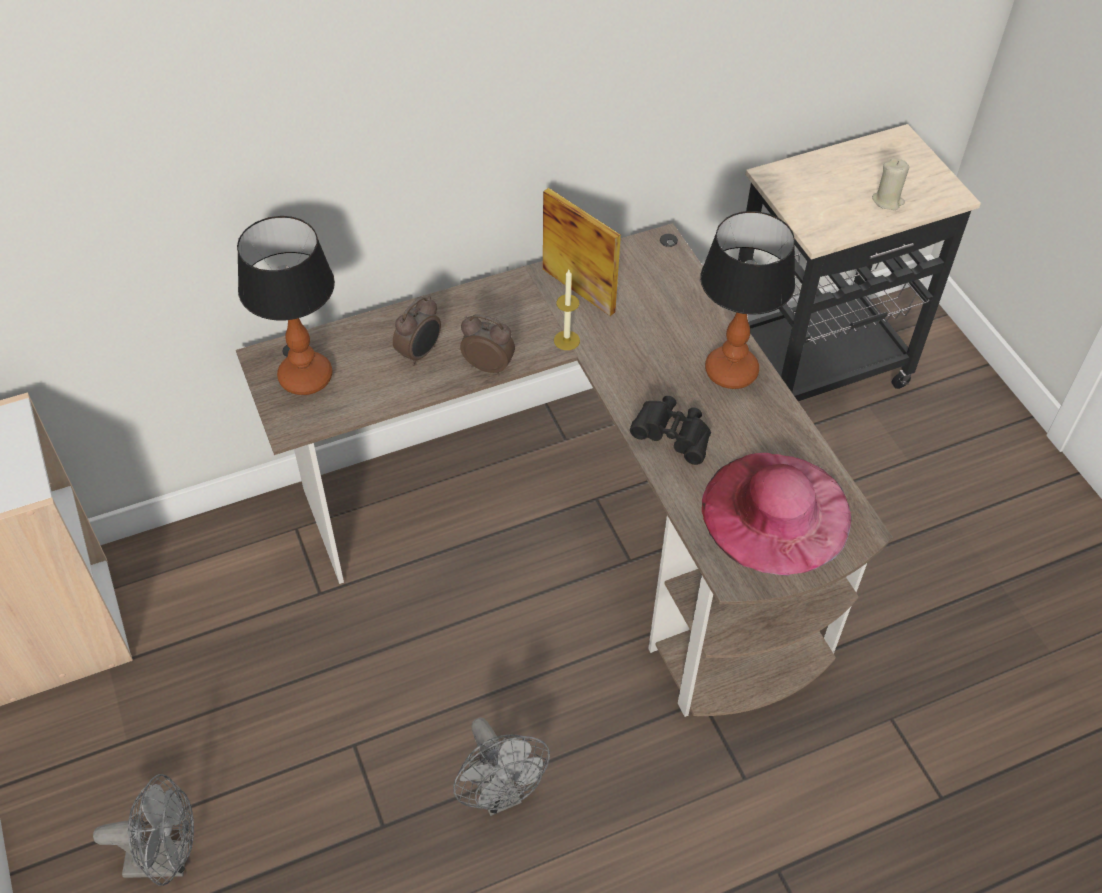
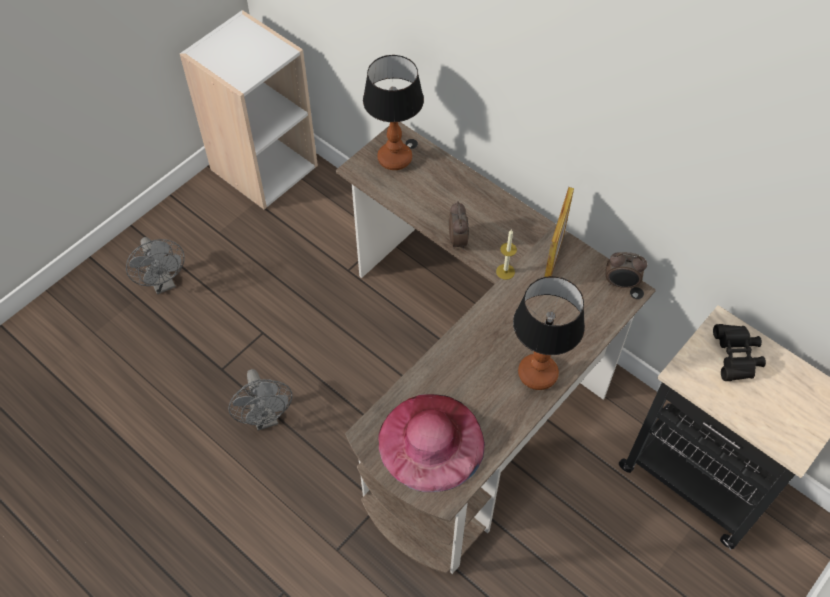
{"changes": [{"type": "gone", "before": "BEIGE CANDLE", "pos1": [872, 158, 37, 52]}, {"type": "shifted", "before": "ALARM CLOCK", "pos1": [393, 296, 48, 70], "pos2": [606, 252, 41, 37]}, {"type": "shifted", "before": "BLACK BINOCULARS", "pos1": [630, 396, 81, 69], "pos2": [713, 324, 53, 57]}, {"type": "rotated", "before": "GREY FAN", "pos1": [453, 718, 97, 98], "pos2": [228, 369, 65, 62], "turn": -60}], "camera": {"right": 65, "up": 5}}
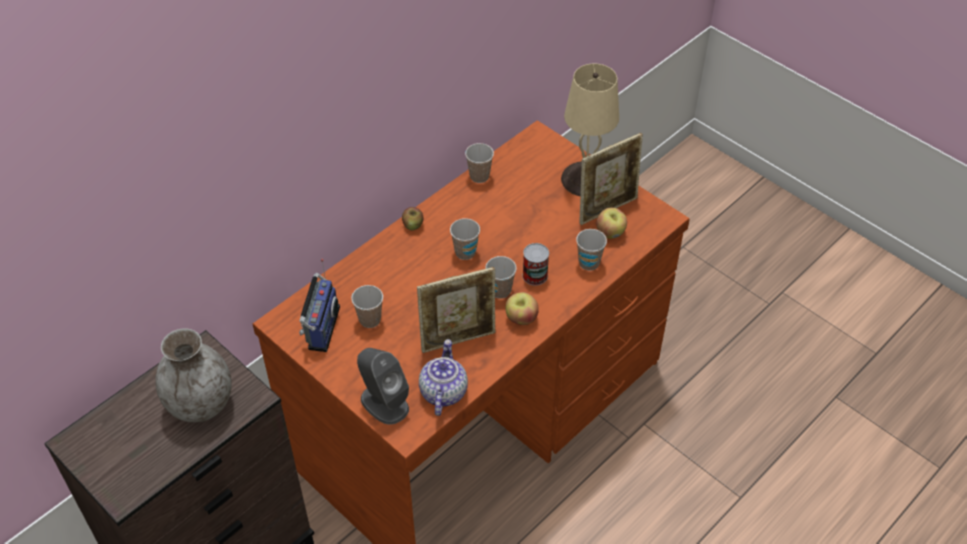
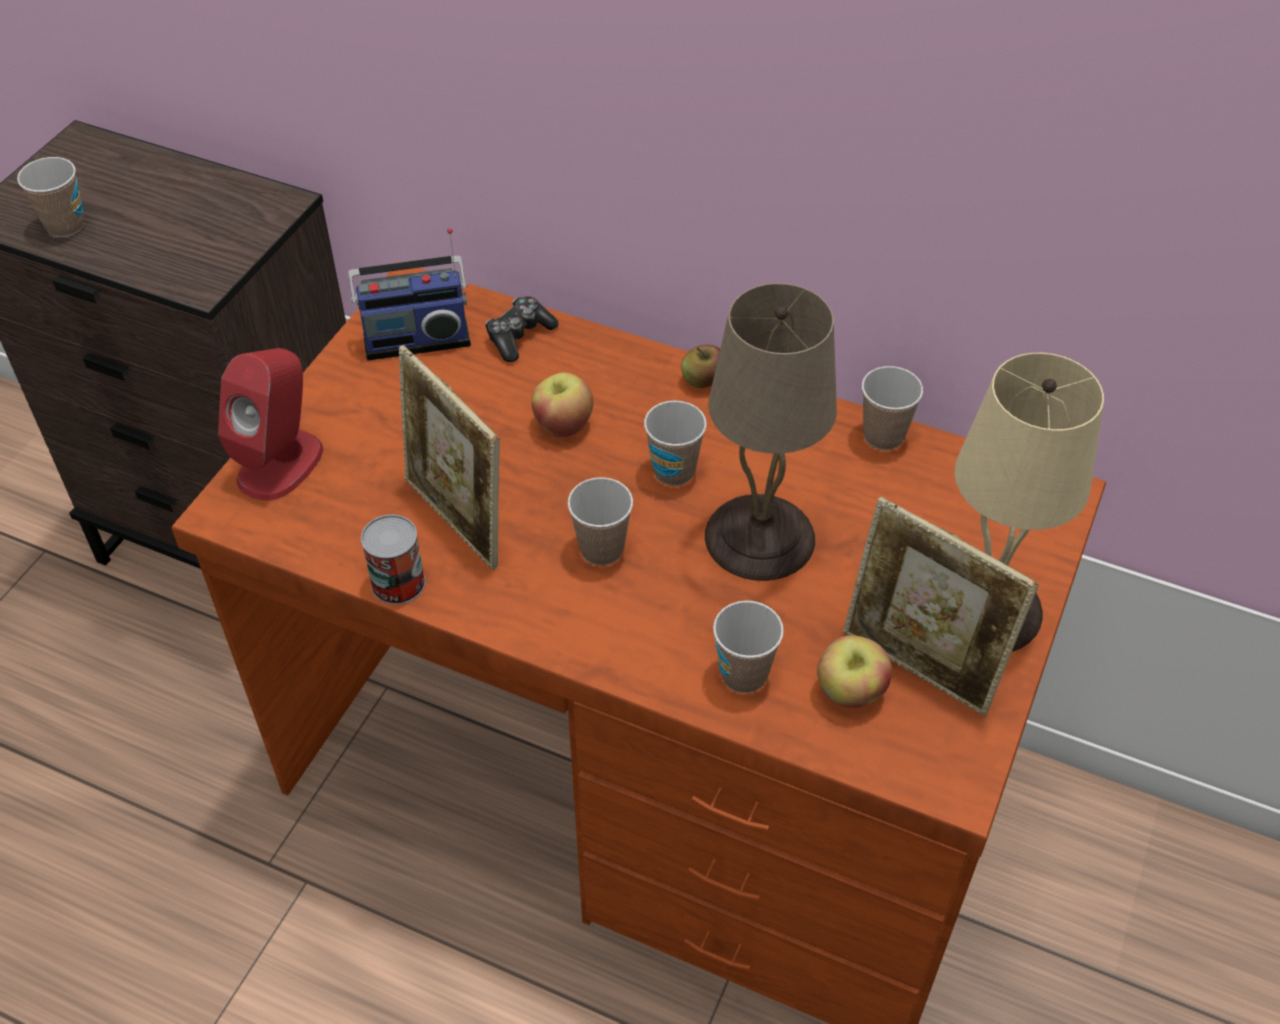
{"changes": [{"type": "gone", "before": "GREY VASE", "pos1": [155, 328, 77, 95]}, {"type": "gone", "before": "TEAPOT", "pos1": [419, 339, 49, 77]}, {"type": "new", "after": "GAME CONTROLLER", "pos2": [485, 296, 74, 66]}, {"type": "new", "after": "BEIGE TABLE LAMP", "pos2": [705, 283, 132, 298]}, {"type": "shifted", "before": "CUP", "pos1": [351, 285, 32, 43], "pos2": [17, 157, 67, 80]}, {"type": "shifted", "before": "APPLE", "pos1": [505, 292, 34, 33], "pos2": [531, 372, 62, 65]}, {"type": "shifted", "before": "CAN", "pos1": [523, 243, 26, 43], "pos2": [361, 515, 64, 90]}, {"type": "repainted", "before": "GREY SPEAKER", "after": "RED SPEAKER", "pos1": [357, 348, 52, 77], "pos2": [218, 348, 105, 153]}], "camera": {"right": 70, "up": 0}}
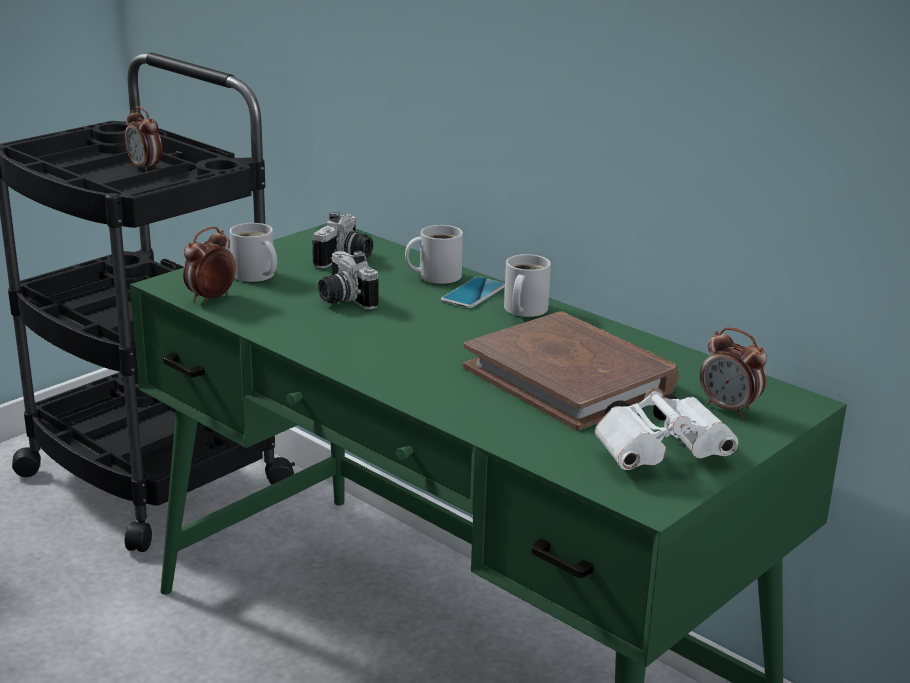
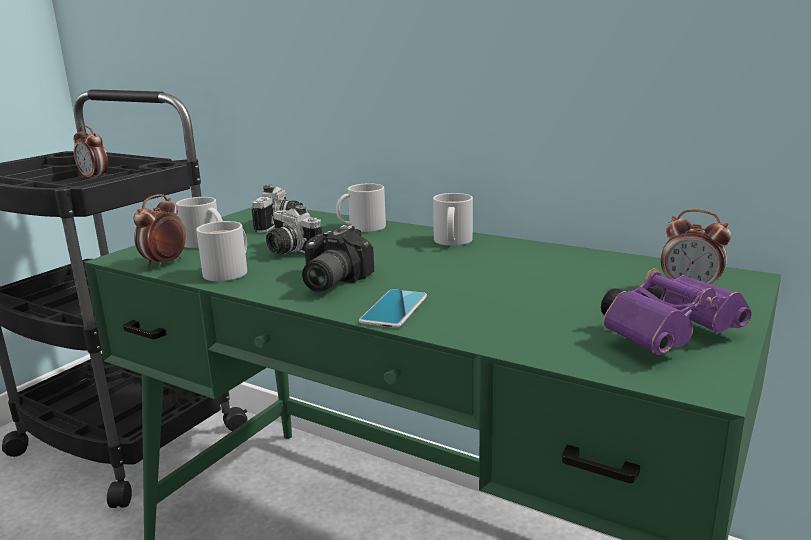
{"changes": [{"type": "gone", "before": "BROWN BOOK", "pos1": [463, 311, 216, 120]}, {"type": "new", "after": "WHITE MUG", "pos2": [196, 221, 51, 60]}, {"type": "new", "after": "PHOTO CAMERA", "pos2": [302, 225, 72, 67]}, {"type": "shifted", "before": "PHONE", "pos1": [441, 277, 64, 31], "pos2": [359, 289, 68, 39]}, {"type": "repainted", "before": "WHITE BINOCULARS", "after": "PURPLE BINOCULARS", "pos1": [595, 387, 143, 83], "pos2": [601, 268, 151, 87]}], "camera": {"right": -10, "up": -5}}
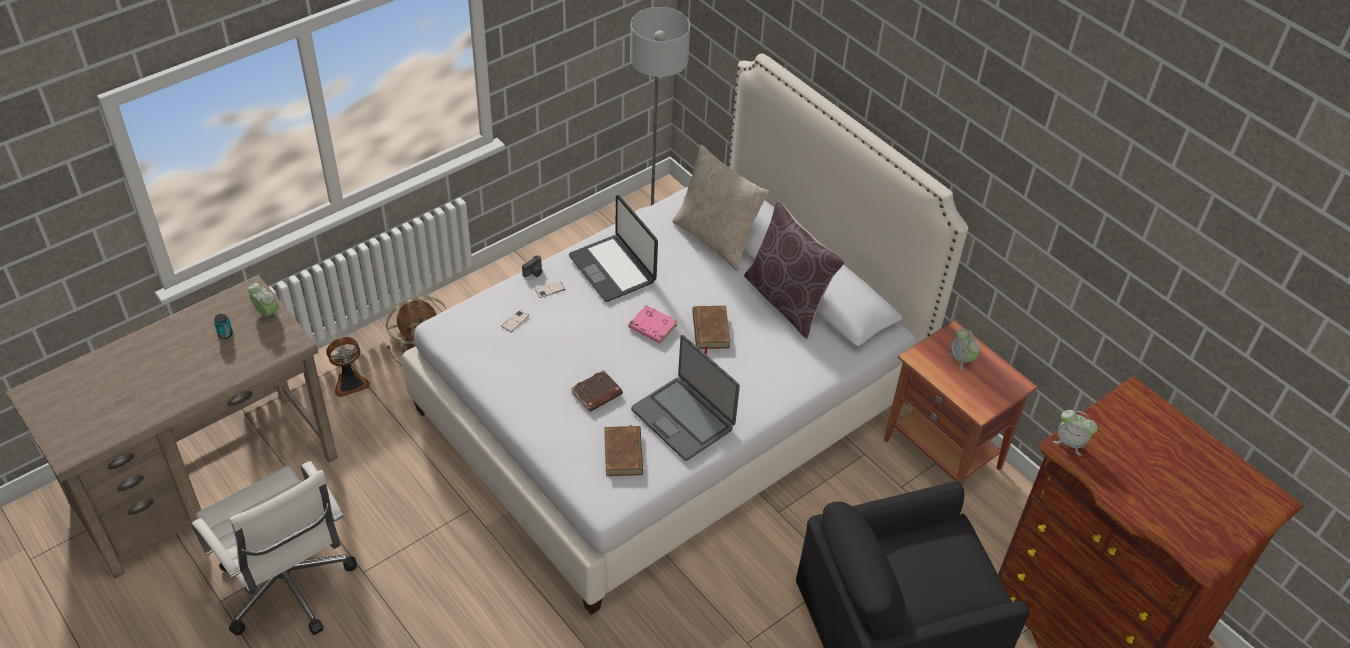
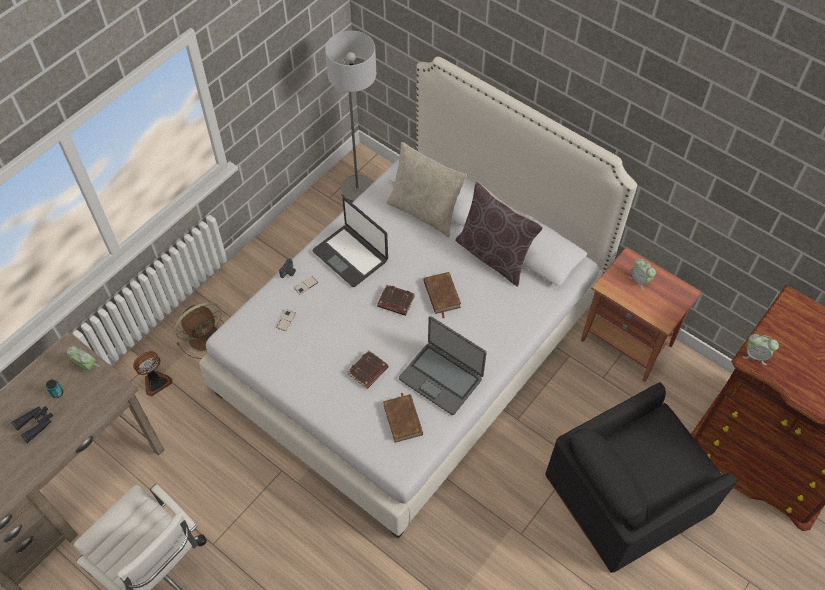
{"changes": [{"type": "new", "after": "BLACK BINOCULARS", "pos2": [11, 406, 42, 37]}, {"type": "repainted", "before": "PINK BOOK", "after": "BROWN BOOK", "pos1": [628, 305, 50, 38], "pos2": [377, 284, 38, 32]}], "camera": {"right": -10, "up": 10}}
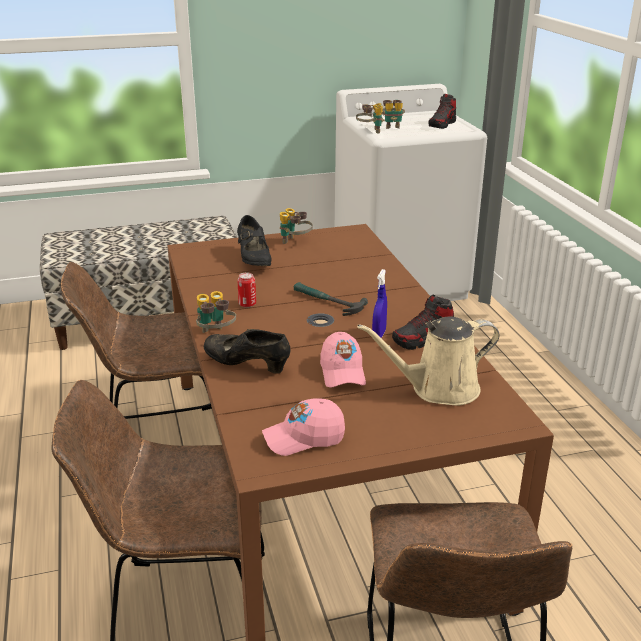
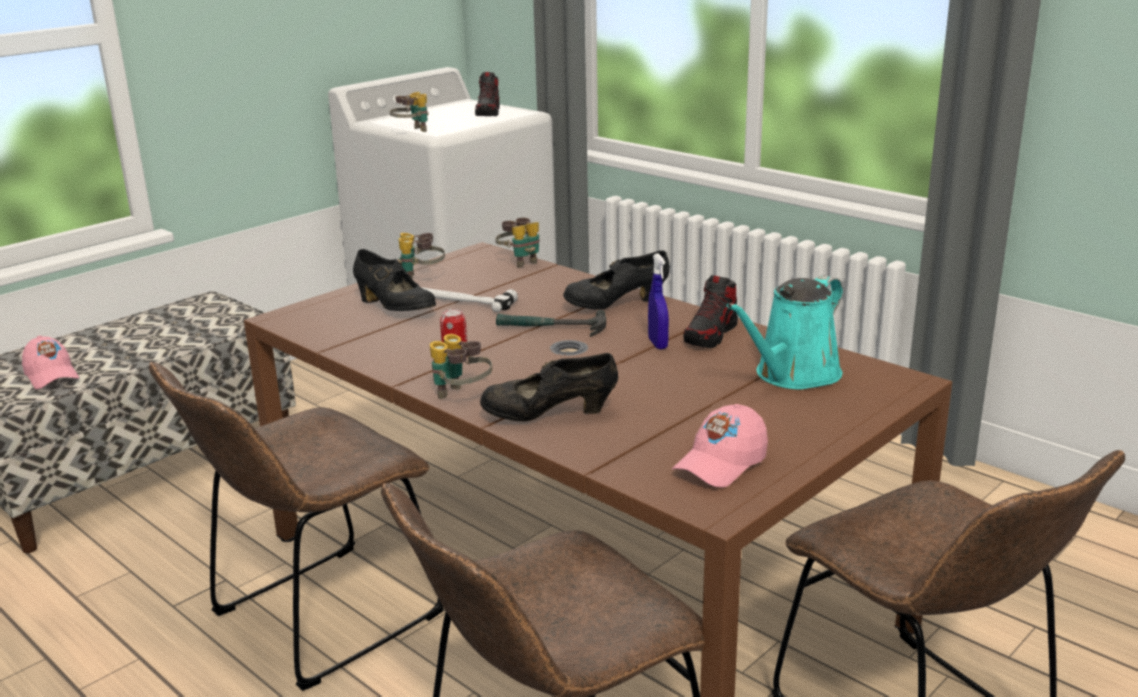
{"changes": [{"type": "new", "after": "HAMMER", "pos2": [421, 287, 97, 25]}, {"type": "new", "after": "BLACK SHOE", "pos2": [563, 250, 107, 60]}, {"type": "shifted", "before": "PINK CAP", "pos1": [320, 332, 46, 56], "pos2": [22, 336, 57, 53]}, {"type": "shifted", "before": "BINOCULARS", "pos1": [381, 100, 24, 29], "pos2": [495, 218, 44, 50]}, {"type": "repainted", "before": "BEIGE WATERING CAN", "after": "TURQUOISE WATERING CAN", "pos1": [357, 317, 143, 89], "pos2": [727, 276, 116, 114]}], "camera": {"right": -30, "up": -5}}
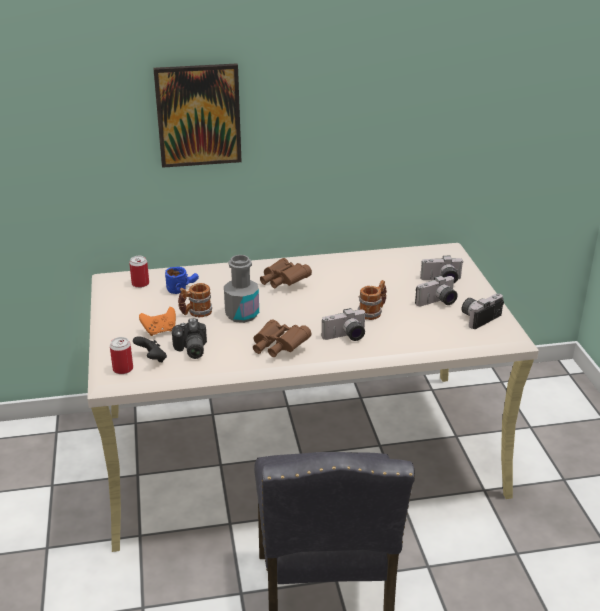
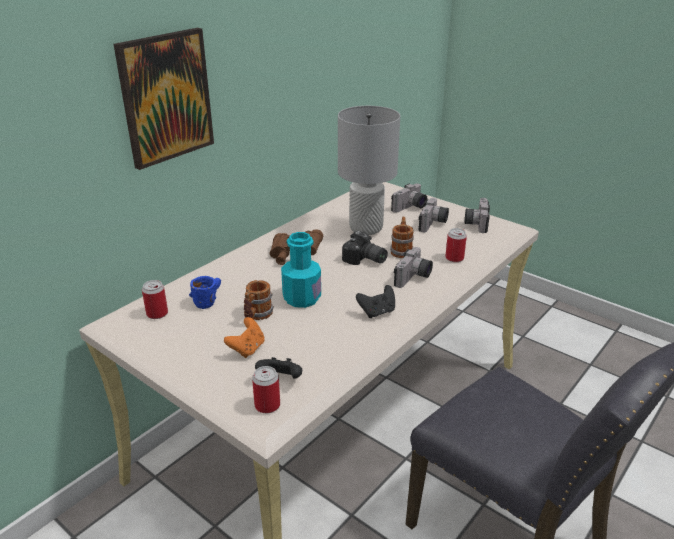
{"changes": [{"type": "new", "after": "GREY TABLE LAMP", "pos2": [338, 106, 62, 129]}, {"type": "new", "after": "CAN", "pos2": [445, 228, 22, 34]}, {"type": "shifted", "before": "PHOTO CAMERA", "pos1": [172, 318, 35, 41], "pos2": [342, 231, 46, 34]}, {"type": "swapped", "before": "BROWN BINOCULARS", "after": "BLACK GAME CONTROLLER", "pos1": [253, 320, 58, 37], "pos2": [356, 285, 39, 33]}, {"type": "repainted", "before": "GREY BOTTLE", "after": "TURQUOISE BOTTLE", "pos1": [224, 255, 35, 68], "pos2": [281, 232, 40, 76]}], "camera": {"right": -40, "up": 0}}
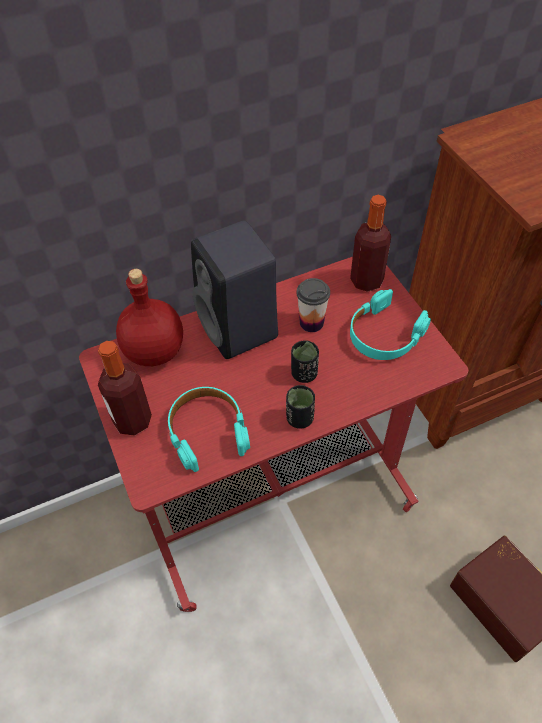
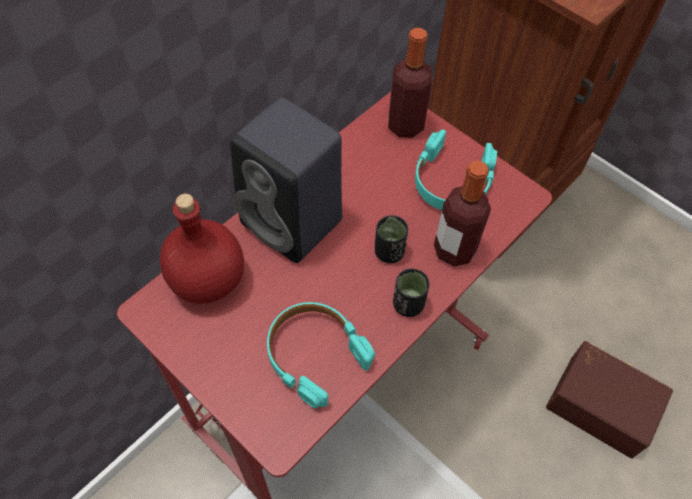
{"changes": [{"type": "gone", "before": "CUP", "pos1": [297, 278, 33, 54]}, {"type": "shifted", "before": "BOTTLE", "pos1": [98, 341, 54, 95], "pos2": [434, 160, 57, 107]}], "camera": {"right": -25, "up": 5}}
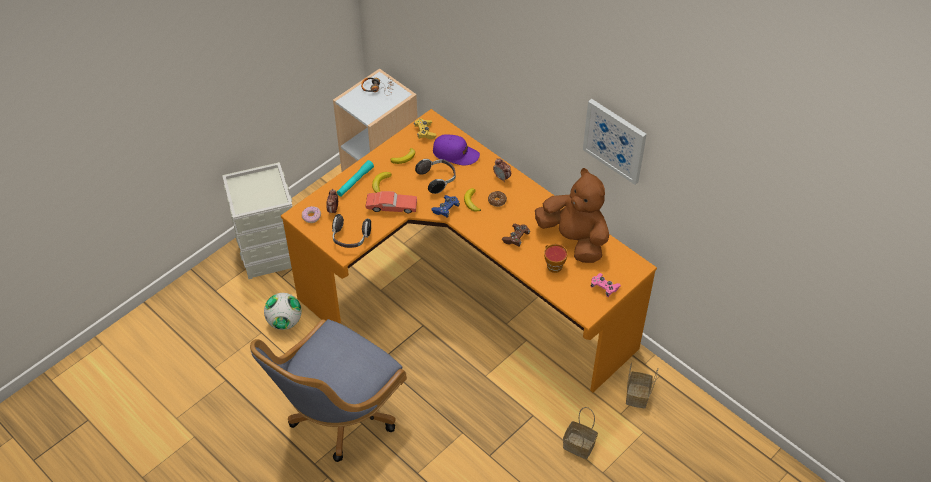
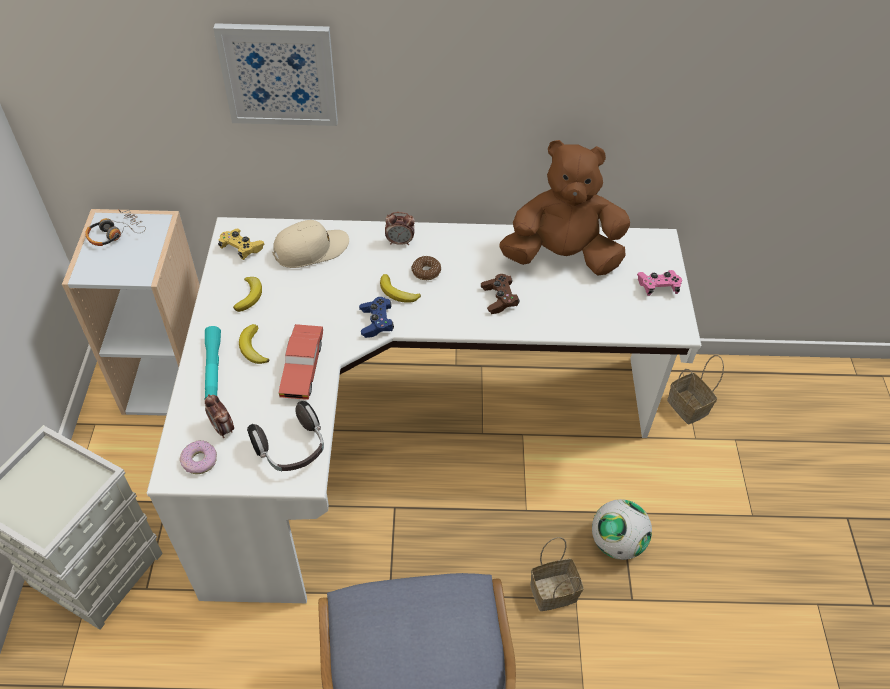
{"changes": [{"type": "gone", "before": "HEADPHONES", "pos1": [415, 159, 41, 35]}, {"type": "gone", "before": "CUP", "pos1": [544, 244, 24, 29]}, {"type": "shifted", "before": "FOOTBALL", "pos1": [264, 293, 38, 37], "pos2": [592, 499, 60, 61]}, {"type": "shifted", "before": "BASKET", "pos1": [563, 407, 35, 52], "pos2": [530, 537, 54, 74]}, {"type": "shifted", "before": "PICTURE", "pos1": [583, 99, 64, 86], "pos2": [213, 23, 125, 103]}, {"type": "repainted", "before": "ORANGE DESK", "after": "WHITE DESK", "pos1": [281, 109, 376, 283], "pos2": [147, 217, 554, 386]}, {"type": "repainted", "before": "PURPLE CAP", "after": "BEIGE CAP", "pos1": [433, 134, 47, 31], "pos2": [272, 220, 77, 48]}, {"type": "rotated", "before": "RED TOY CAR", "pos1": [365, 191, 52, 22], "pos2": [279, 324, 44, 76], "turn": 135}], "camera": {"right": -45, "up": 0}}
